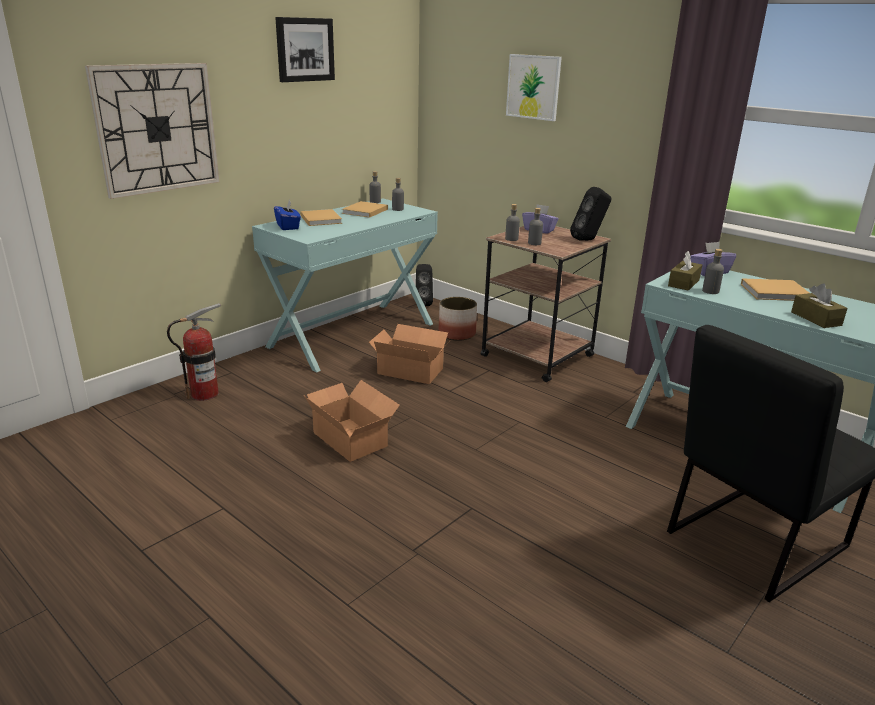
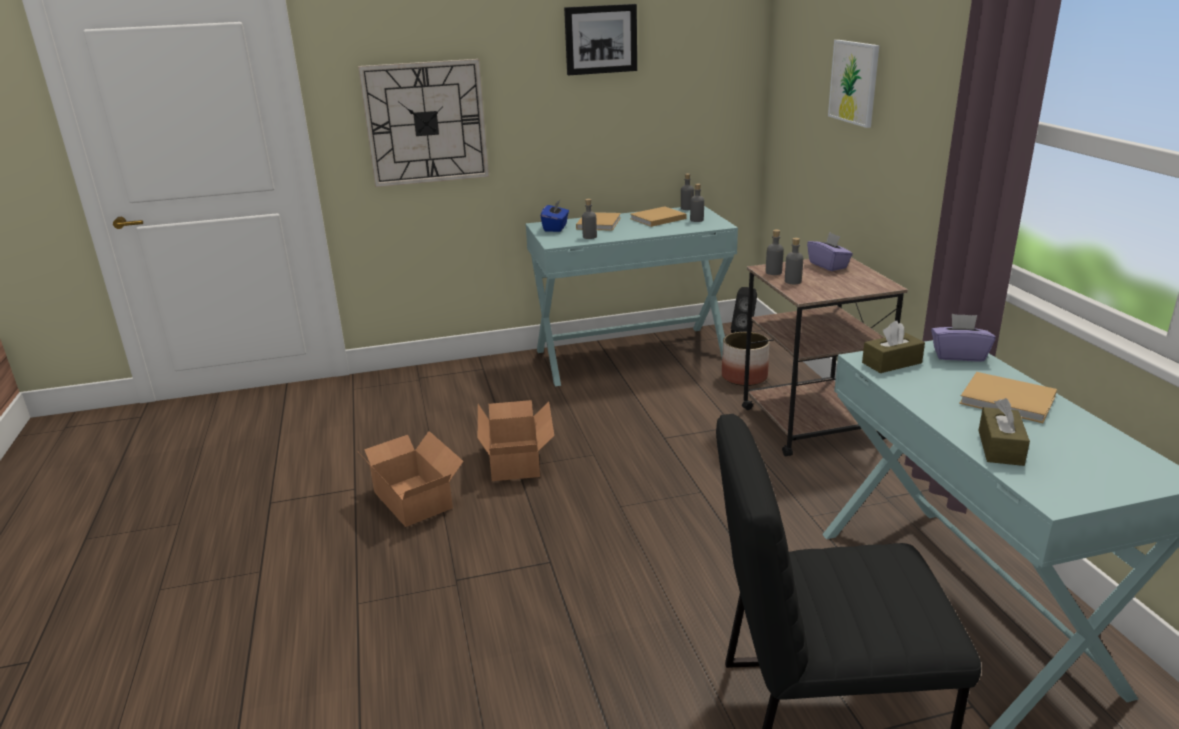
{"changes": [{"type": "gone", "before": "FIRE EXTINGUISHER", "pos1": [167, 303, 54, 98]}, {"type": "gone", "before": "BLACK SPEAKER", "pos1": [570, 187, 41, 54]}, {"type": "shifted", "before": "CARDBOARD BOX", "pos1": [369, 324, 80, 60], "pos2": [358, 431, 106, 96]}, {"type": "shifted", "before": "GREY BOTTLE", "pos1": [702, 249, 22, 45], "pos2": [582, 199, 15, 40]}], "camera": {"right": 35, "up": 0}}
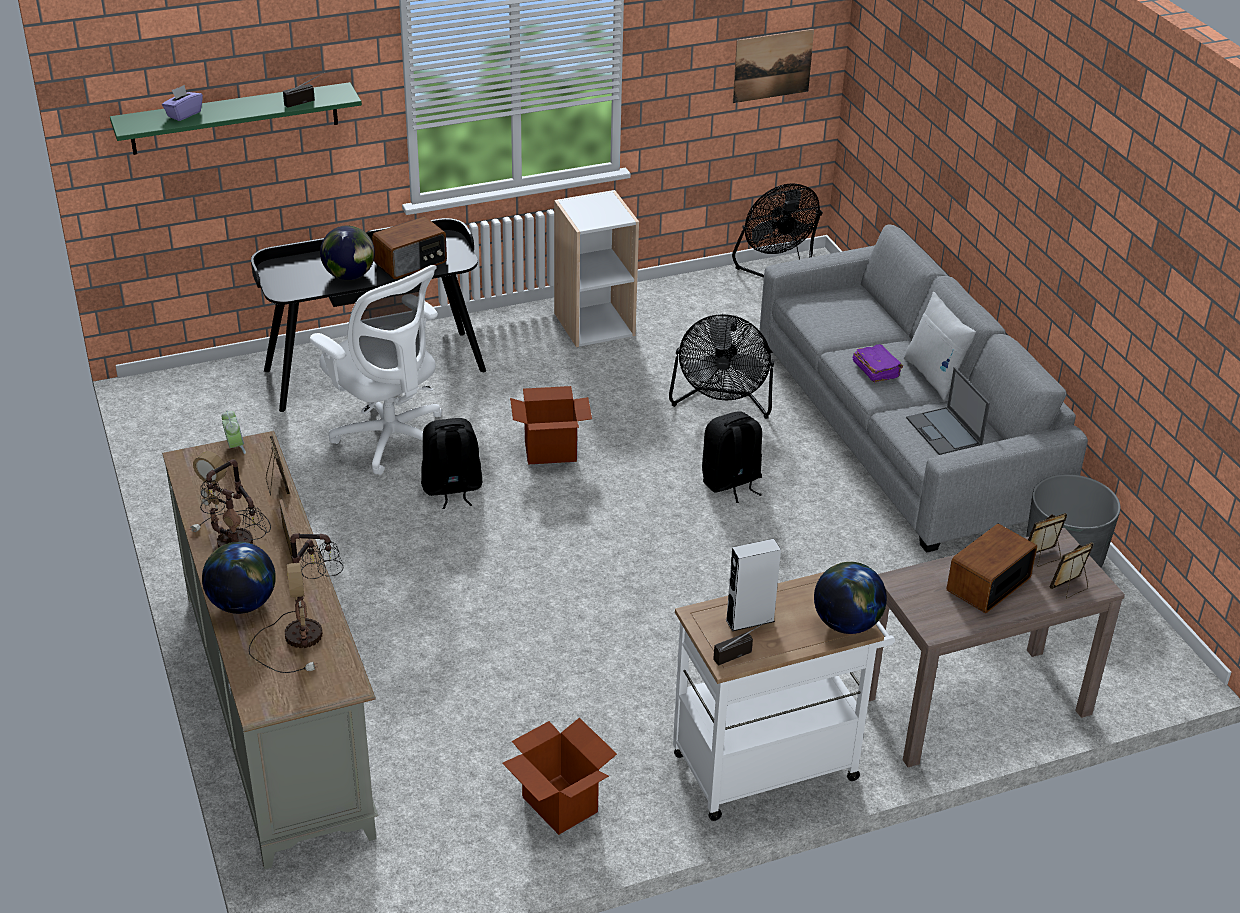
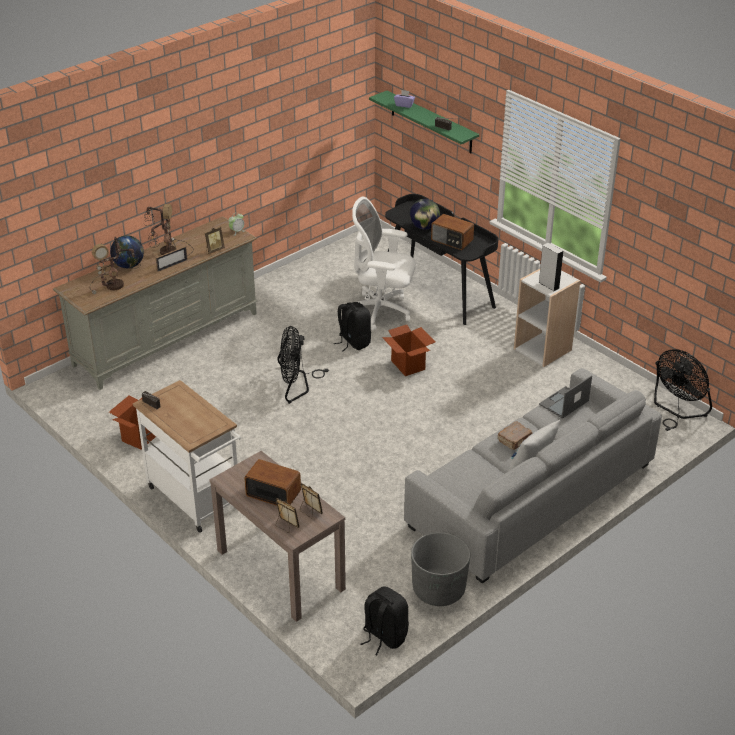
{"changes": [{"type": "gone", "before": "PICTURE", "pos1": [733, 29, 81, 74]}, {"type": "gone", "before": "GLOBE", "pos1": [814, 562, 73, 72]}, {"type": "shifted", "before": "BLACK FAN", "pos1": [669, 314, 105, 105], "pos2": [278, 326, 50, 78]}, {"type": "shifted", "before": "BLACK BACKPACK", "pos1": [702, 411, 60, 92], "pos2": [361, 586, 48, 69]}, {"type": "shifted", "before": "GREY SPEAKER", "pos1": [725, 539, 56, 92], "pos2": [538, 243, 25, 48]}, {"type": "shifted", "before": "LAPTOP", "pos1": [906, 367, 84, 88], "pos2": [539, 375, 53, 44]}, {"type": "repainted", "before": "PURPLE BOOK", "after": "BROWN BOOK", "pos1": [853, 344, 50, 38], "pos2": [498, 422, 34, 28]}, {"type": "rotated", "before": "WHITE OFFICE CHAIR", "pos1": [310, 265, 132, 210], "pos2": [352, 196, 64, 134], "turn": 75}], "camera": {"right": 70, "up": 0}}
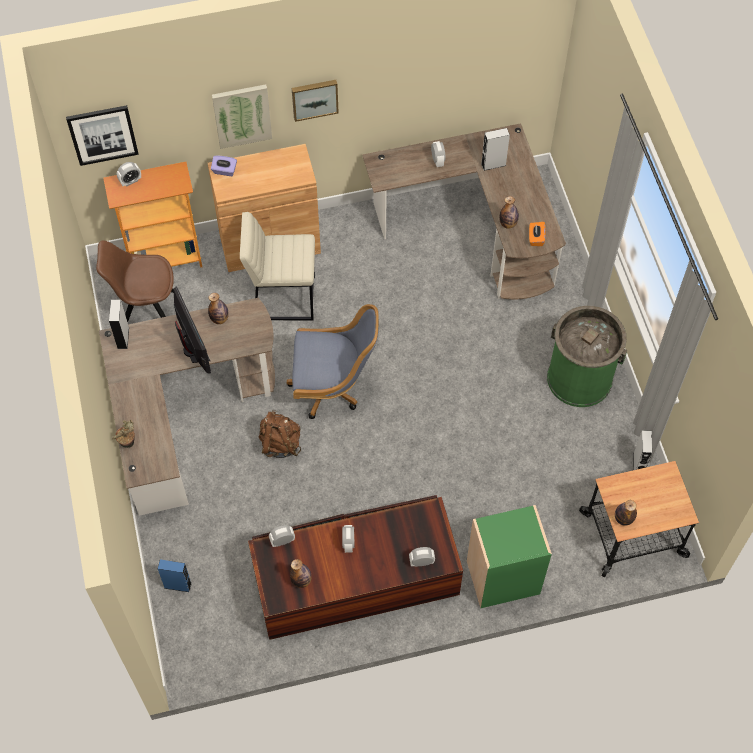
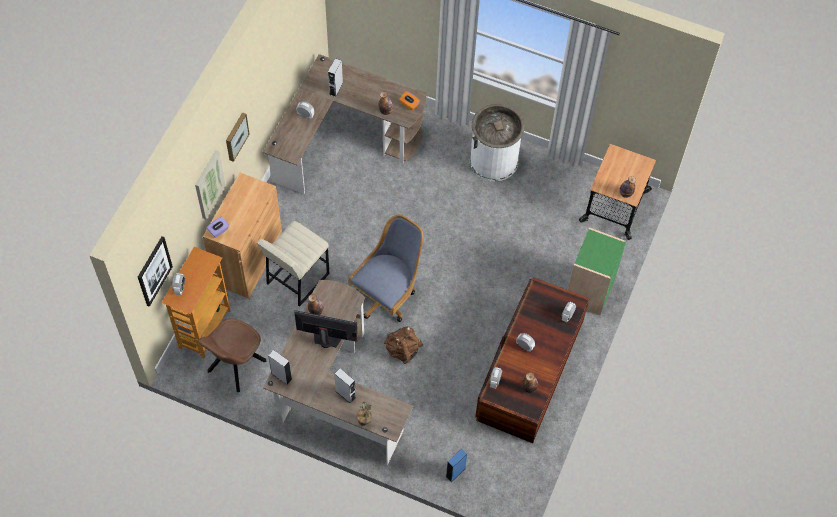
{"changes": [{"type": "shifted", "before": "GREY SPEAKER", "pos1": [633, 430, 19, 40], "pos2": [334, 368, 22, 36]}, {"type": "repainted", "before": "GREEN TRASH CAN", "after": "WHITE TRASH CAN", "pos1": [547, 306, 80, 101], "pos2": [470, 104, 54, 77]}], "camera": {"right": -55, "up": 0}}
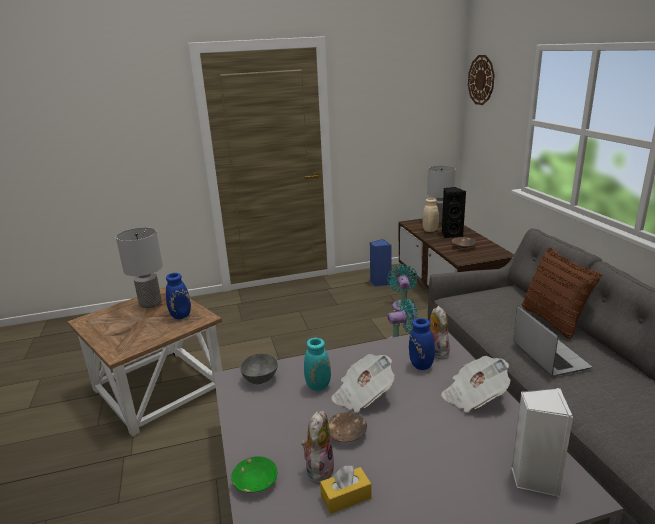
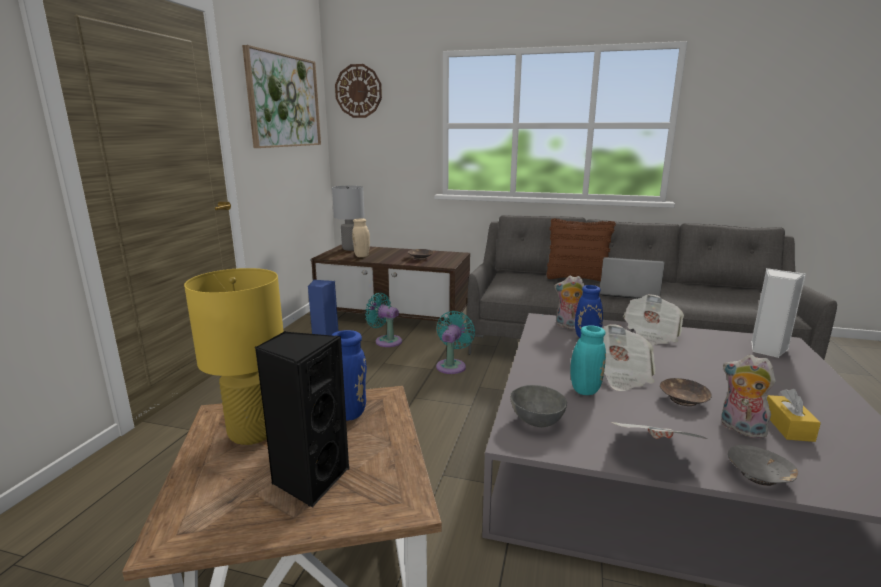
{"changes": [{"type": "new", "after": "PICTURE", "pos2": [242, 45, 79, 103]}, {"type": "new", "after": "NEWSPAPER", "pos2": [612, 422, 95, 17]}, {"type": "shifted", "before": "BLACK SPEAKER", "pos1": [442, 187, 24, 51], "pos2": [255, 331, 94, 176]}, {"type": "repainted", "before": "GREY TABLE LAMP", "after": "YELLOW TABLE LAMP", "pos1": [116, 227, 47, 82], "pos2": [184, 268, 100, 177]}, {"type": "repainted", "before": "GREEN BOWL", "after": "GREY BOWL", "pos1": [231, 456, 46, 37], "pos2": [728, 445, 70, 41]}], "camera": {"right": -60, "up": -5}}
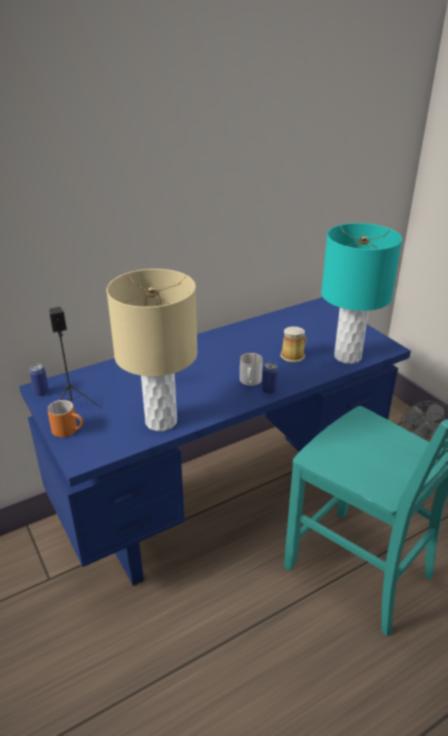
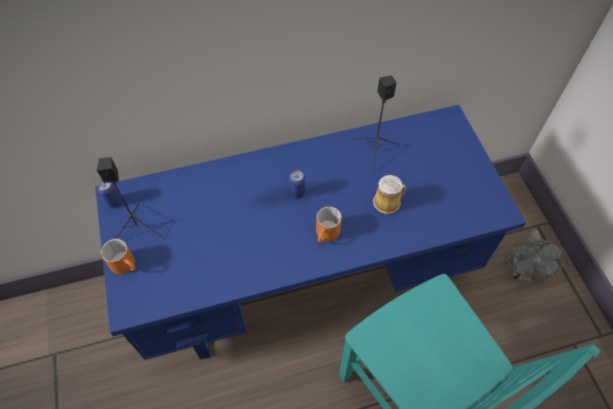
{"changes": [{"type": "gone", "before": "BEIGE TABLE LAMP", "pos1": [106, 269, 92, 162]}, {"type": "gone", "before": "TURQUOISE TABLE LAMP", "pos1": [321, 223, 81, 141]}, {"type": "new", "after": "BLACK SPEAKER", "pos2": [352, 75, 47, 100]}, {"type": "shifted", "before": "CAN", "pos1": [262, 362, 16, 32], "pos2": [289, 170, 16, 29]}, {"type": "repainted", "before": "WHITE MUG", "after": "ORANGE MUG", "pos1": [240, 353, 23, 33], "pos2": [316, 206, 26, 37]}], "camera": {"right": 15, "up": 25}}
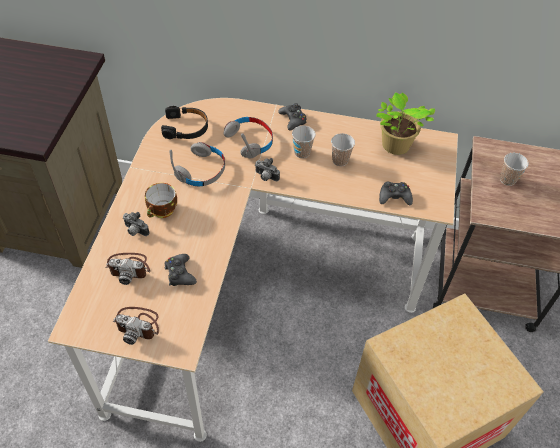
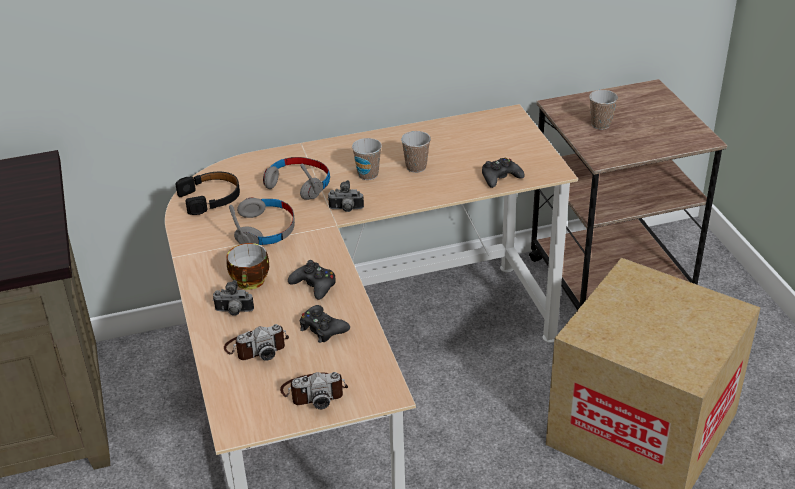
{"changes": [{"type": "gone", "before": "POTTED PLANT", "pos1": [376, 92, 59, 63]}, {"type": "shifted", "before": "BLACK GAME CONTROLLER", "pos1": [278, 103, 29, 27], "pos2": [288, 260, 48, 40]}], "camera": {"right": -25, "up": -15}}
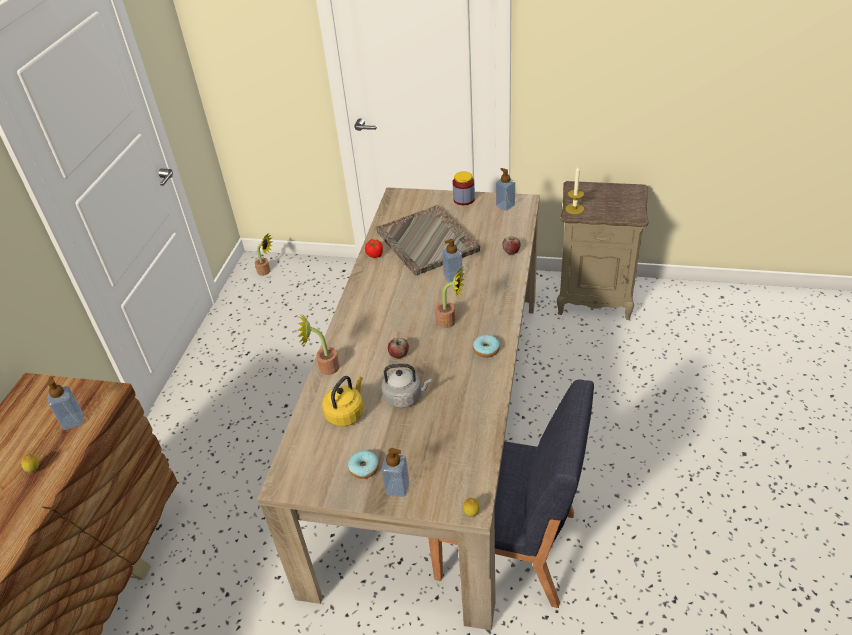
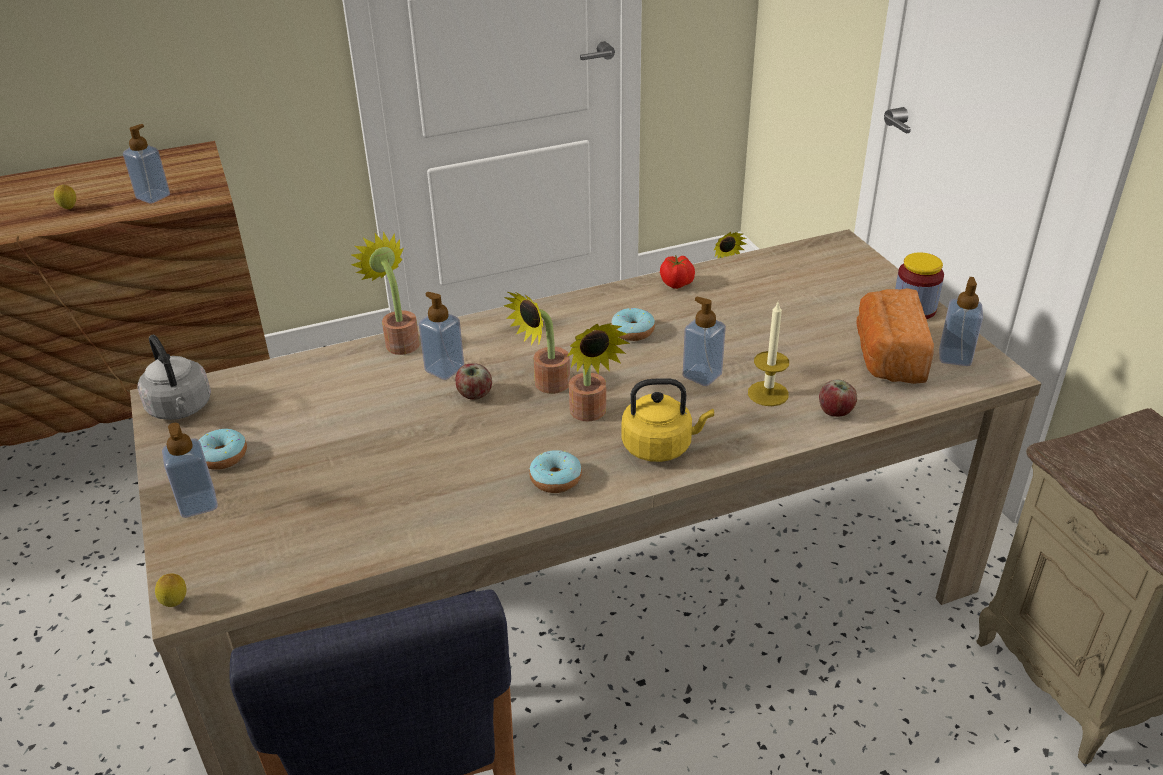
{"changes": [{"type": "gone", "before": "GREY TRAY", "pos1": [376, 205, 104, 70]}, {"type": "new", "after": "SOAP DISPENSER", "pos2": [419, 292, 45, 88]}, {"type": "new", "after": "POTTED PLANT", "pos2": [504, 291, 66, 103]}, {"type": "new", "after": "DONUT", "pos2": [611, 308, 44, 33]}, {"type": "new", "after": "BREAD", "pos2": [857, 288, 77, 96]}, {"type": "shifted", "before": "YELLOW KETTLE", "pos1": [322, 376, 42, 51], "pos2": [622, 378, 92, 84]}, {"type": "shifted", "before": "GREY KETTLE", "pos1": [381, 364, 51, 44], "pos2": [138, 335, 73, 85]}, {"type": "shifted", "before": "CANDLE", "pos1": [565, 167, 19, 47], "pos2": [748, 302, 41, 104]}], "camera": {"right": 55, "up": -5}}
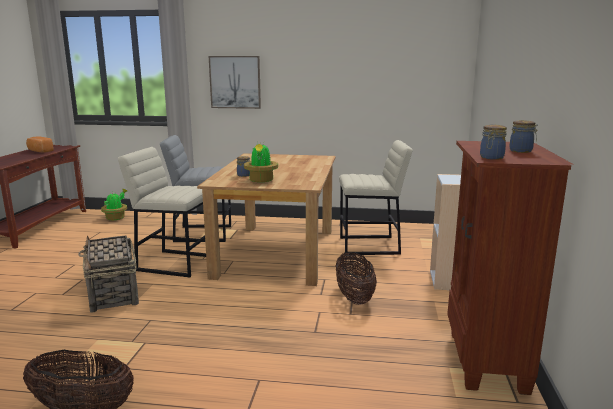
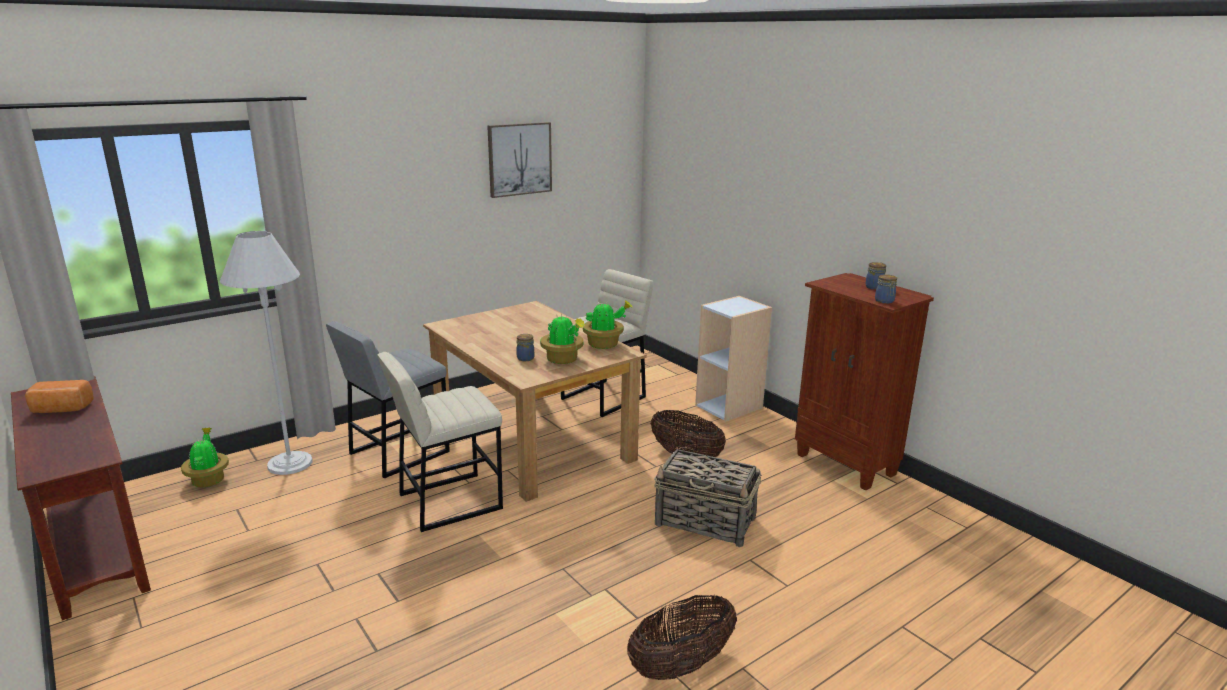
{"changes": [{"type": "new", "after": "WHITE FLOOR LAMP", "pos2": [220, 231, 93, 244]}, {"type": "new", "after": "POTTED PLANT", "pos2": [583, 301, 49, 48]}, {"type": "shifted", "before": "BASKET", "pos1": [78, 235, 61, 78], "pos2": [654, 449, 108, 98]}, {"type": "shifted", "before": "PICTURE", "pos1": [209, 56, 52, 53], "pos2": [487, 122, 65, 76]}], "camera": {"right": -45, "up": 5}}
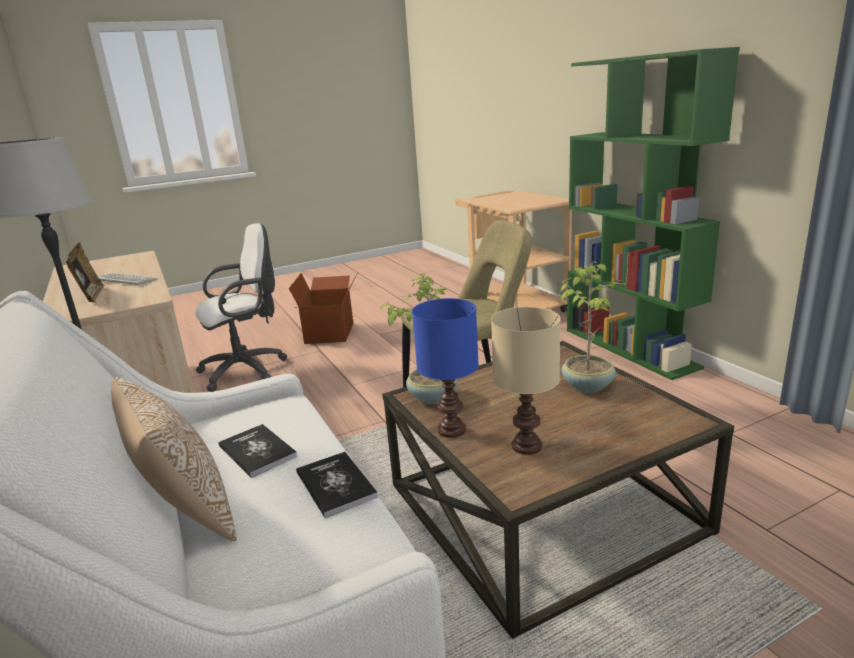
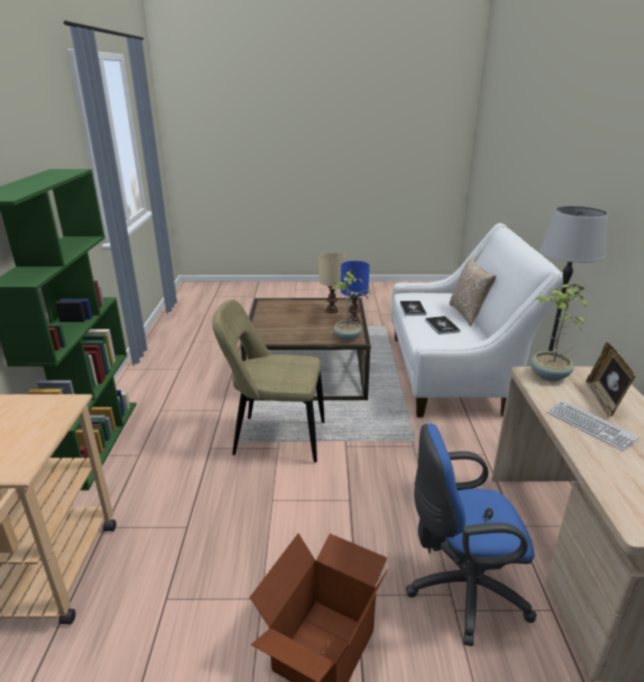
{"changes": [{"type": "shifted", "before": "POTTED PLANT", "pos1": [558, 261, 70, 132], "pos2": [531, 284, 56, 97]}, {"type": "repainted", "before": "WHITE OFFICE CHAIR", "after": "BLUE OFFICE CHAIR", "pos1": [196, 223, 91, 169], "pos2": [406, 423, 131, 223]}], "camera": {"right": -155, "up": 5}}
